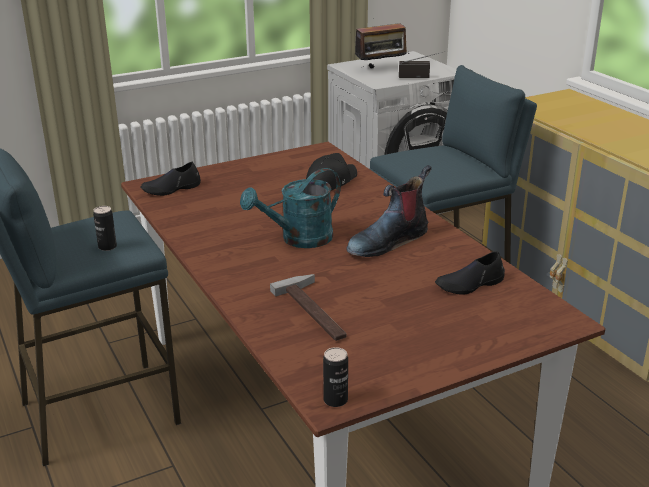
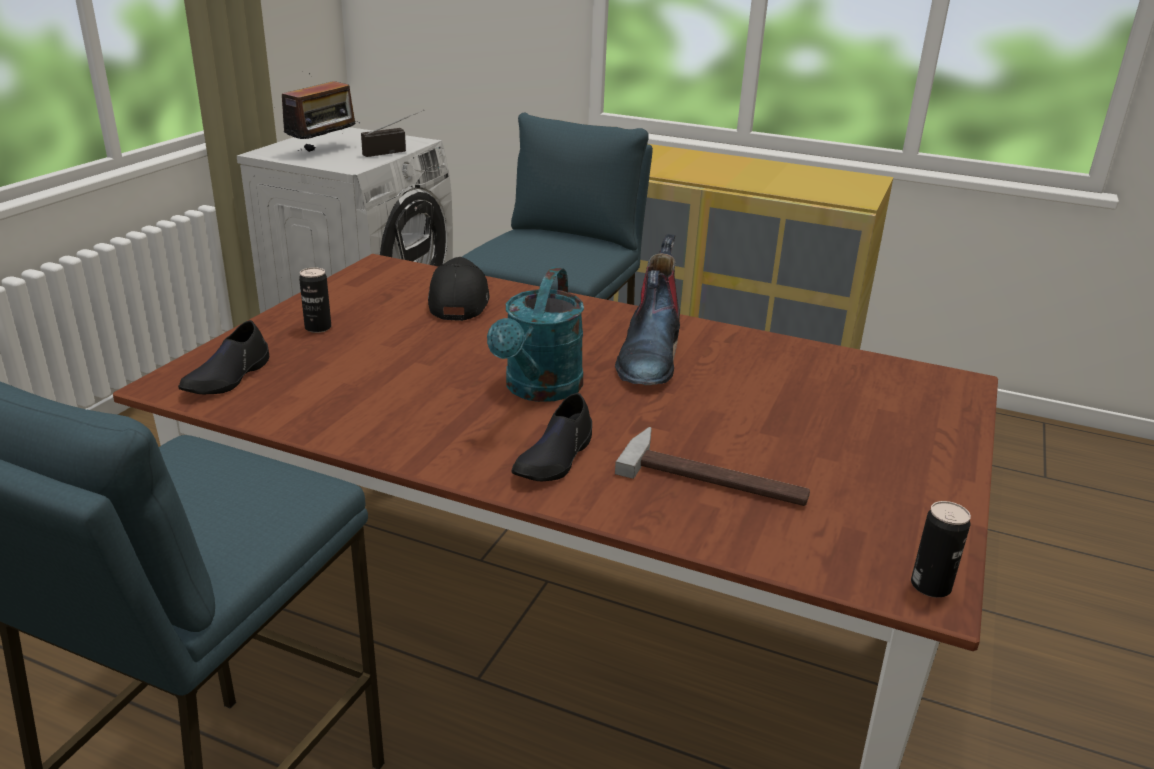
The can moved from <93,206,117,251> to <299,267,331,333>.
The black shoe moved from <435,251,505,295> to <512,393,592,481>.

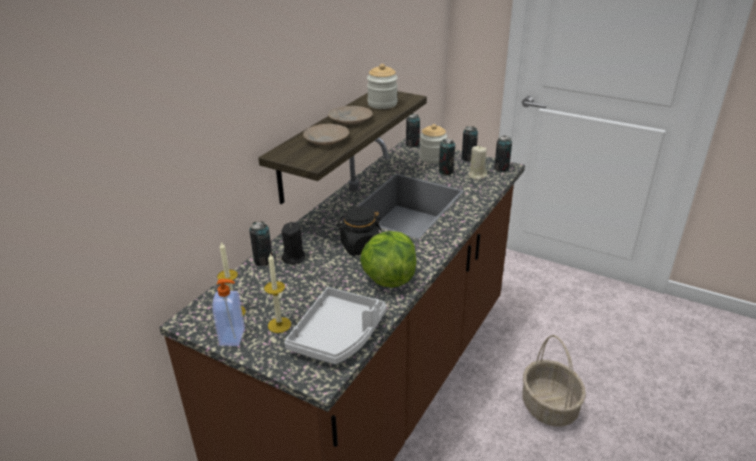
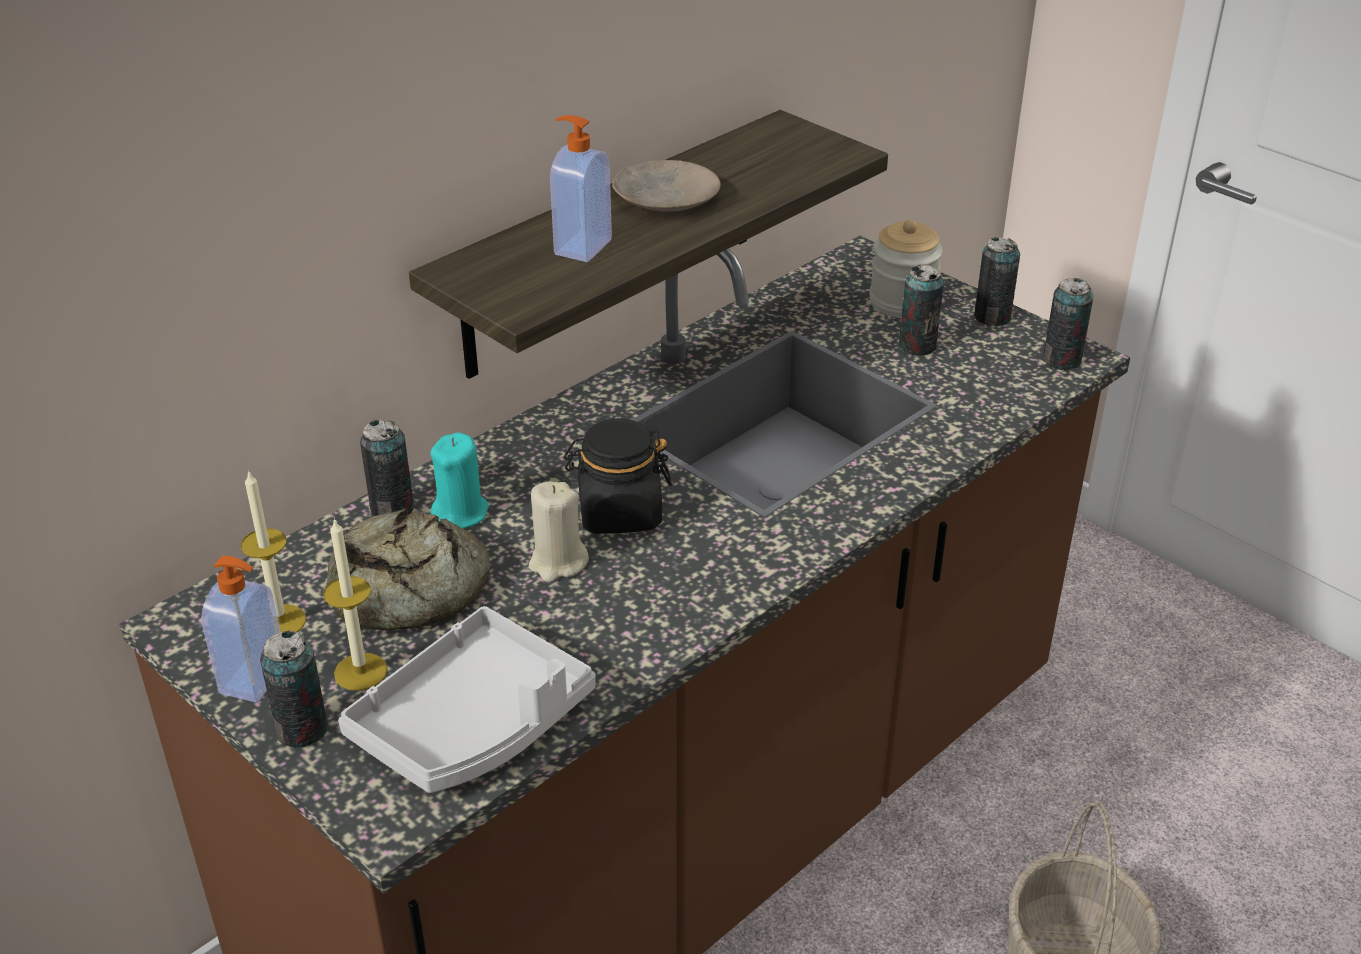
The lettuce at <360,231,417,288> disappeared.
The jar at <367,64,398,109> disappeared.
The bread at <327,508,490,631> appeared.
The can moved from <406,114,420,147> to <260,630,328,748>.
The beige candle moved from <468,146,487,180> to <529,482,589,582>.
The beige plate at <303,124,349,145> was replaced by the soap dispenser at <550,115,612,262>.
The black candle at <281,222,306,265> became the turquoise candle at <431,432,489,528>.

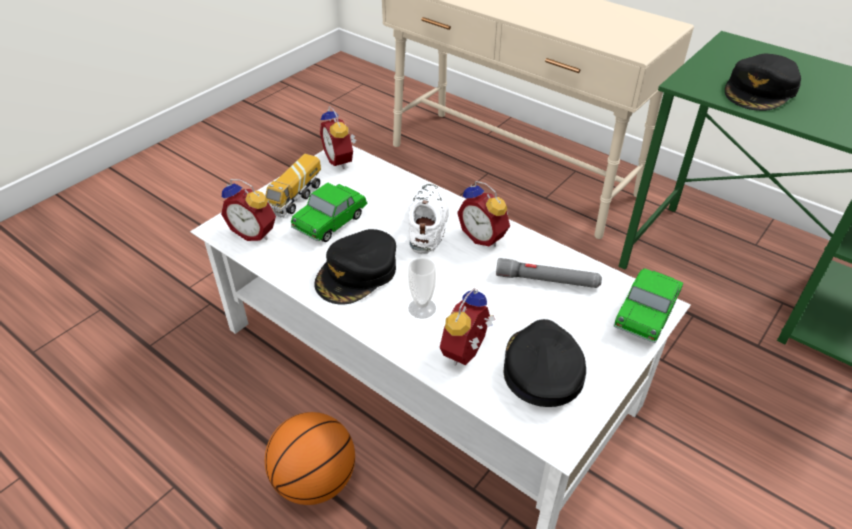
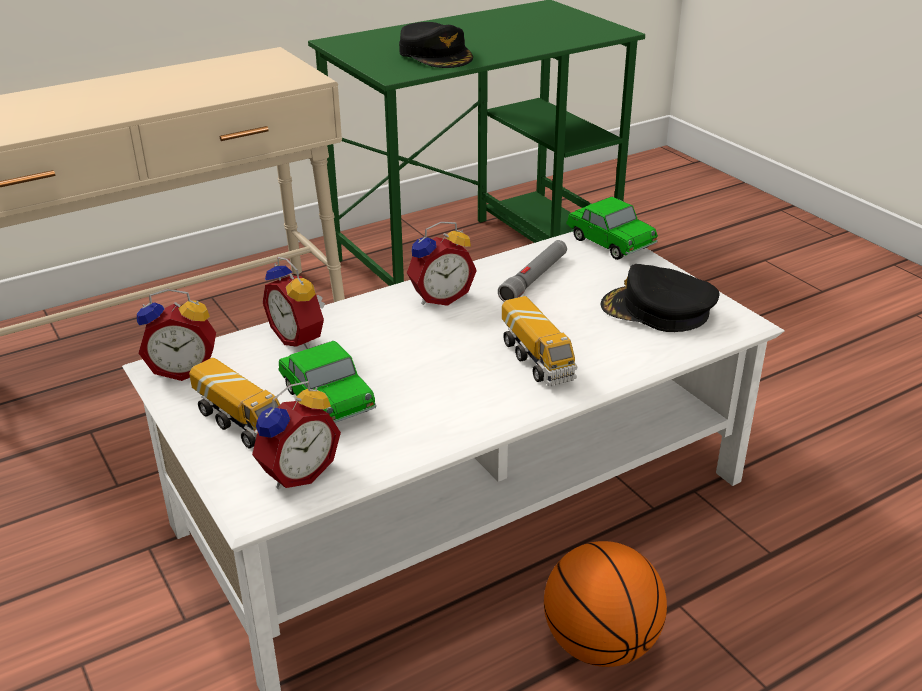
The black cap at <314,229,396,305> disappeared.
The white shoe at <408,184,449,254> disappeared.
The alarm clock moved from <440,288,495,366> to <263,257,325,349>.
The cup at <408,258,436,319> was replaced by the toy truck at <502,296,577,386>.

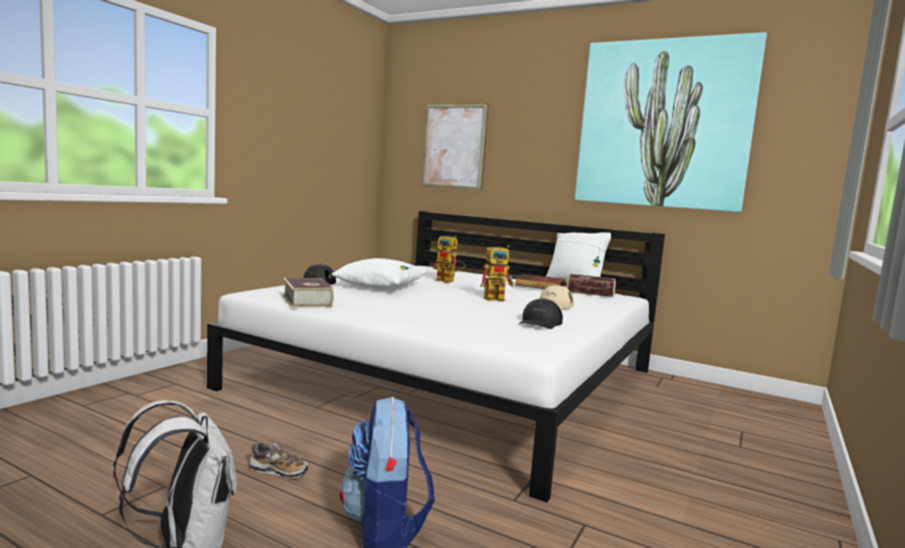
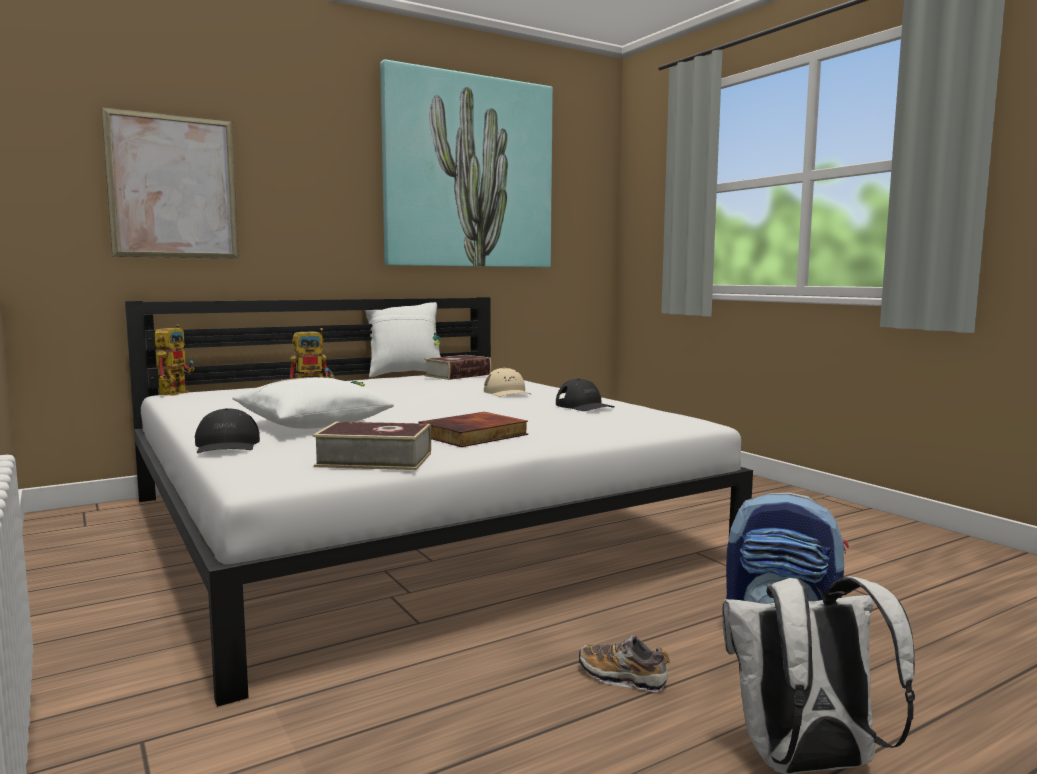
The toy robot moved from <480,245,514,301> to <155,324,194,396>.
The book moved from <515,274,564,289> to <418,412,528,447>.
The shoe at <249,442,310,479> turned 105 degrees counterclockwise.

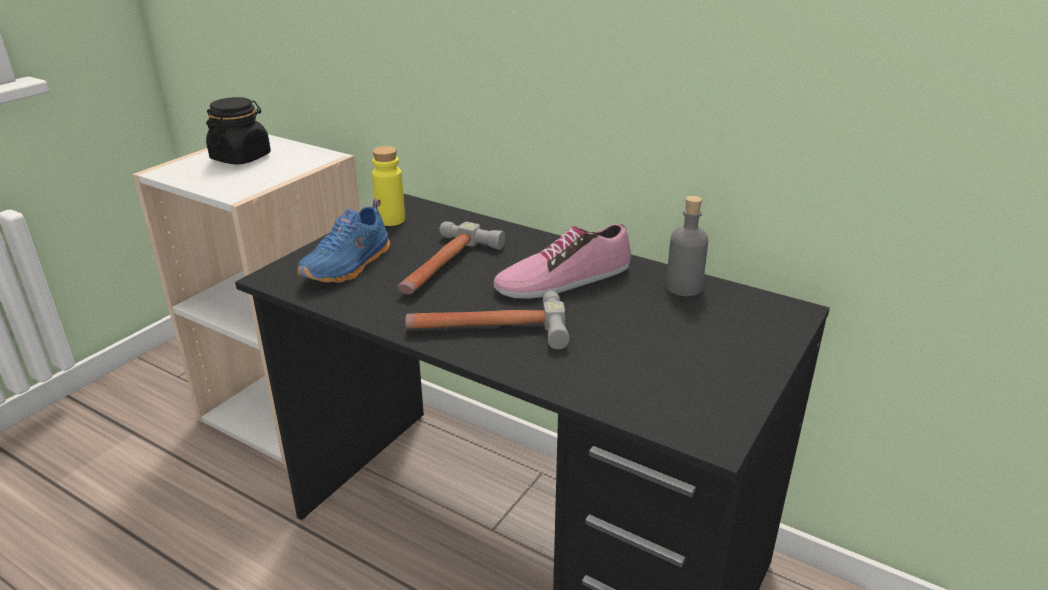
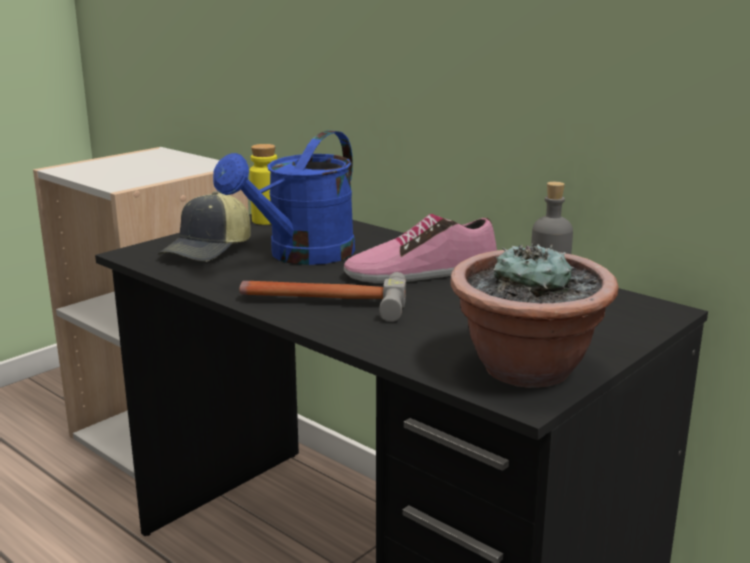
The black jar at <206,97,271,165> disappeared.
The potted plant at <450,241,619,388> appeared.
The blue shoe at <297,199,390,283> was replaced by the cap at <158,191,251,261>.
The hammer at <397,222,505,294> was replaced by the blue watering can at <213,130,355,265>.

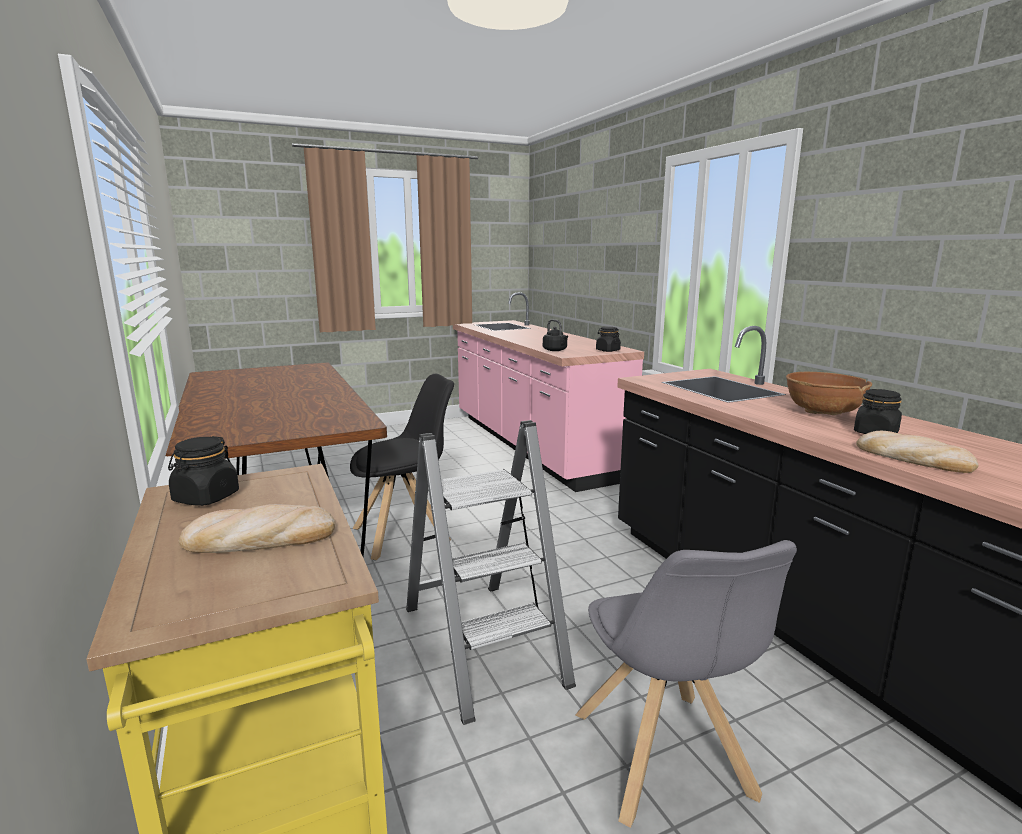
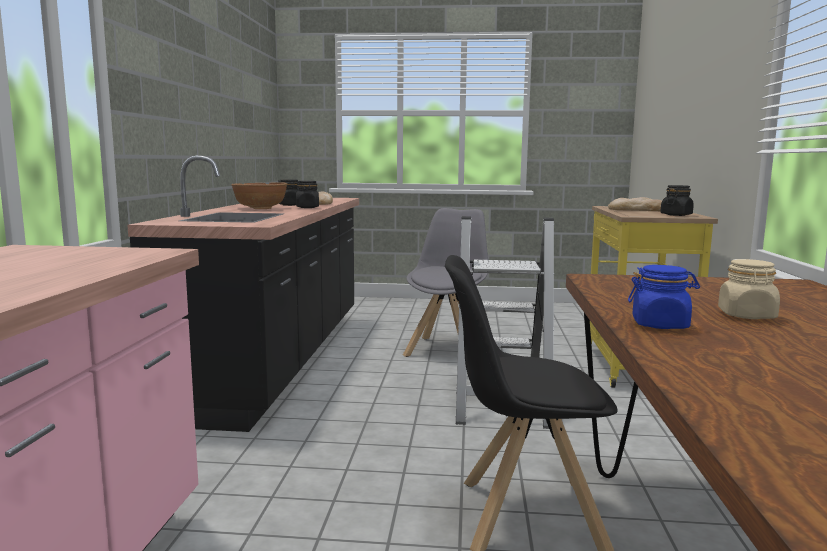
The black kettle at <543,319,568,351> disappeared.
The blue jar at <628,265,700,329> appeared.
The beige jar at <718,259,780,319> appeared.
The black jar moved from <596,327,621,352> to <296,181,319,208>.

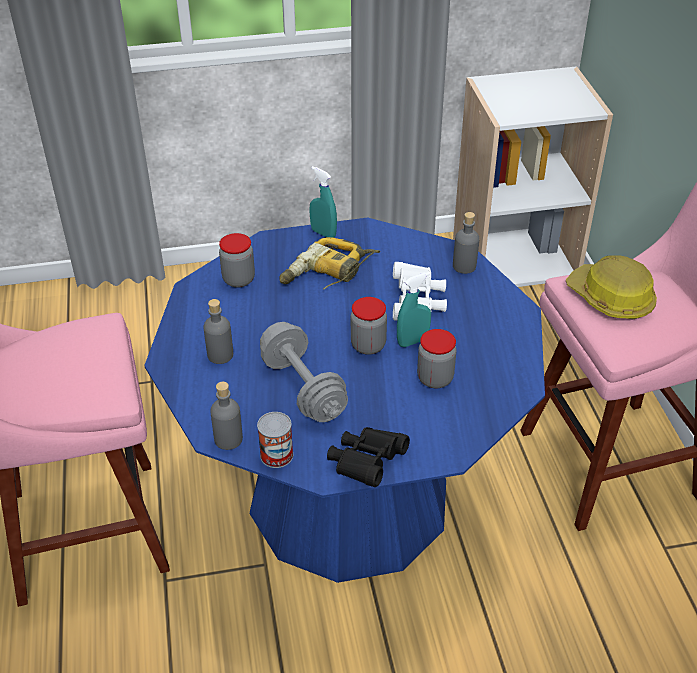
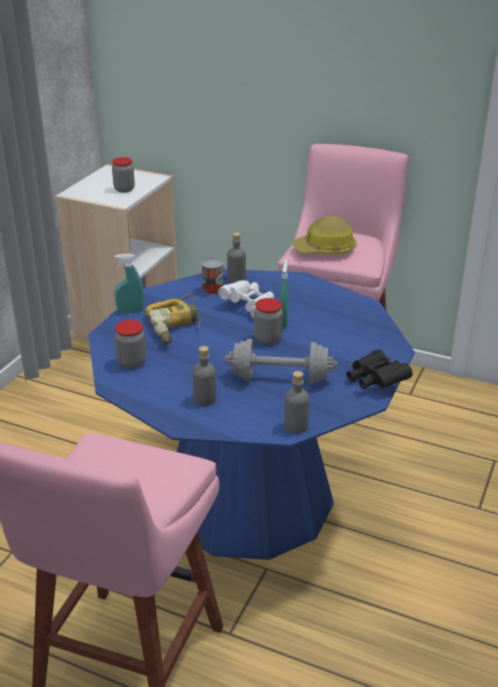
The can moved from <257,412,293,468> to <201,258,223,295>.
The jar moved from <417,329,456,388> to <112,157,135,193>.

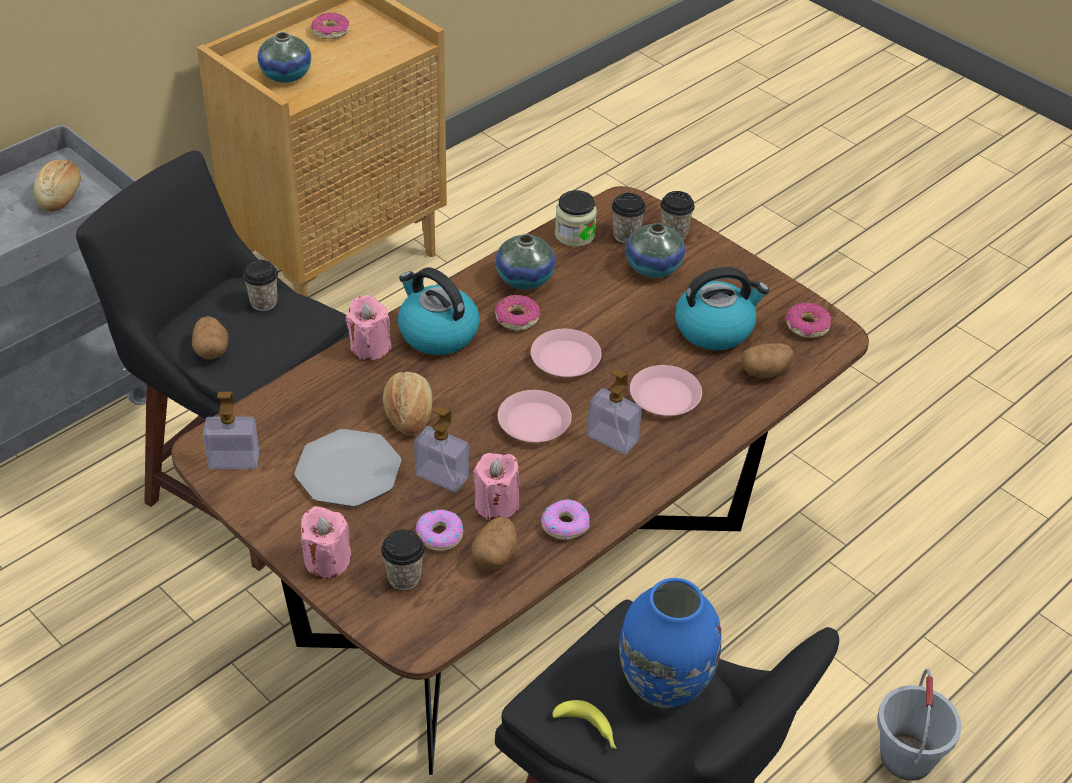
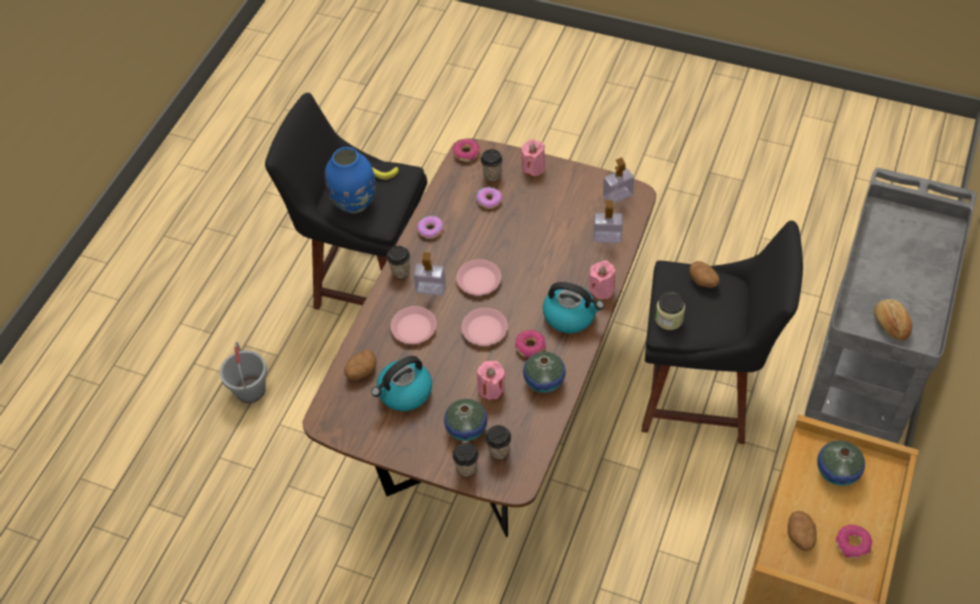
The plate at <295,429,402,507> disappeared.
The bread at <383,371,433,436> disappeared.
The cup moved from <243,260,278,311> to <387,246,410,278>.
The soap dispenser moved from <414,406,469,492> to <594,200,623,243>.
The potato moved from <472,516,518,569> to <788,511,817,551>.
The pink candle moved from <473,453,519,521> to <477,361,506,400>.
The jar moved from <555,190,597,247> to <655,292,685,330>.
The donut moved from <785,302,831,338> to <453,139,479,162>.

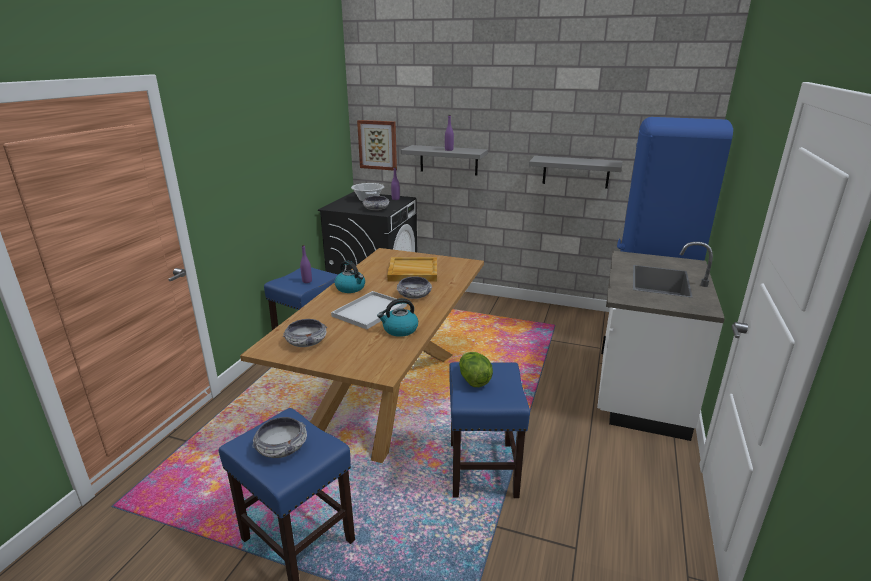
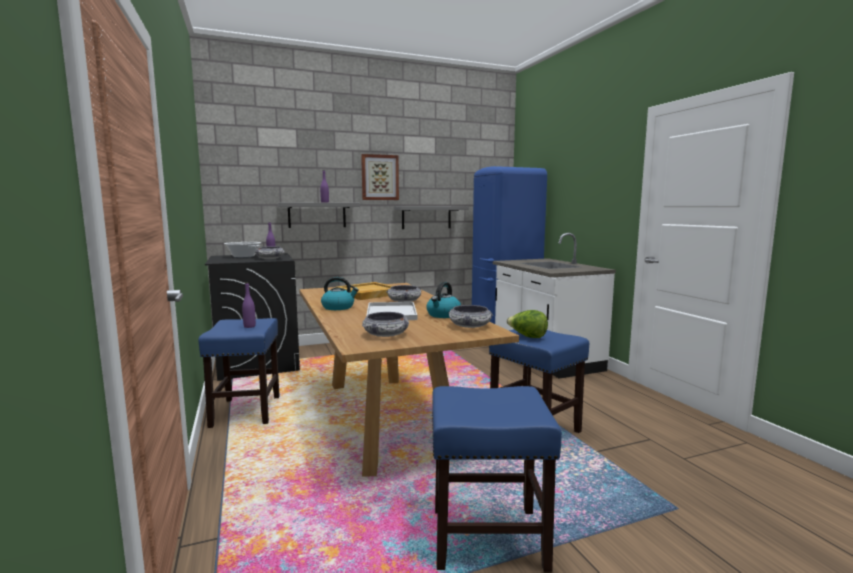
The bowl moved from <253,417,307,458> to <449,305,493,328>.
The picture moved from <357,120,397,171> to <361,154,399,200>.

